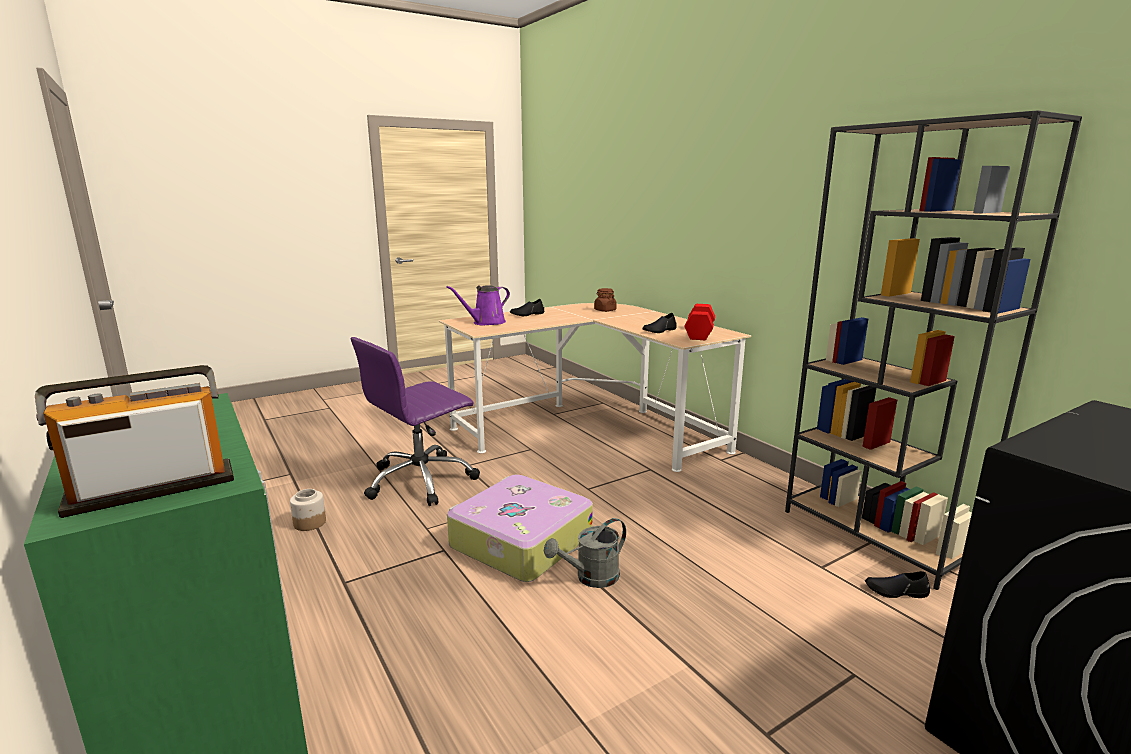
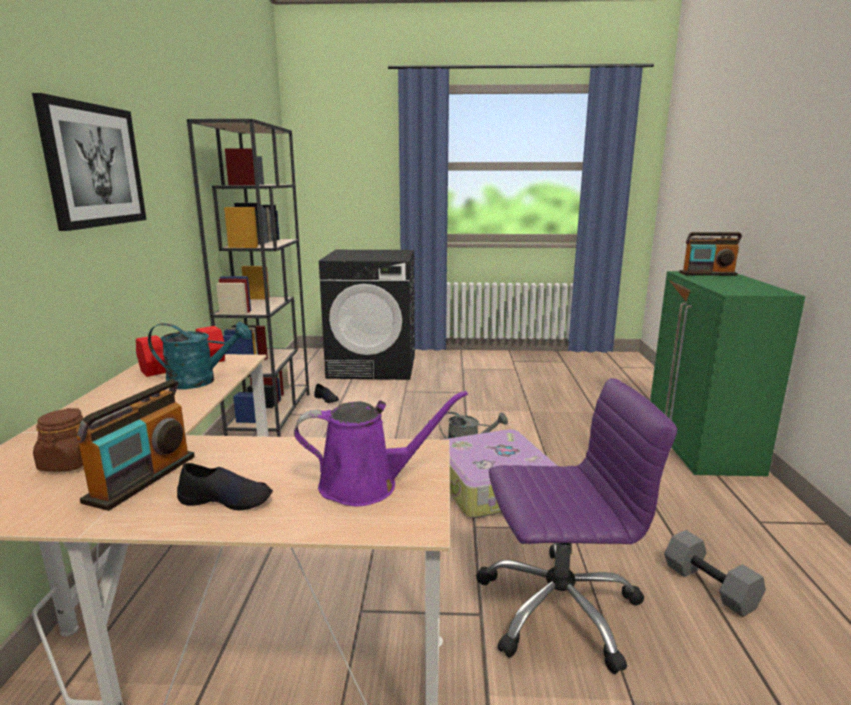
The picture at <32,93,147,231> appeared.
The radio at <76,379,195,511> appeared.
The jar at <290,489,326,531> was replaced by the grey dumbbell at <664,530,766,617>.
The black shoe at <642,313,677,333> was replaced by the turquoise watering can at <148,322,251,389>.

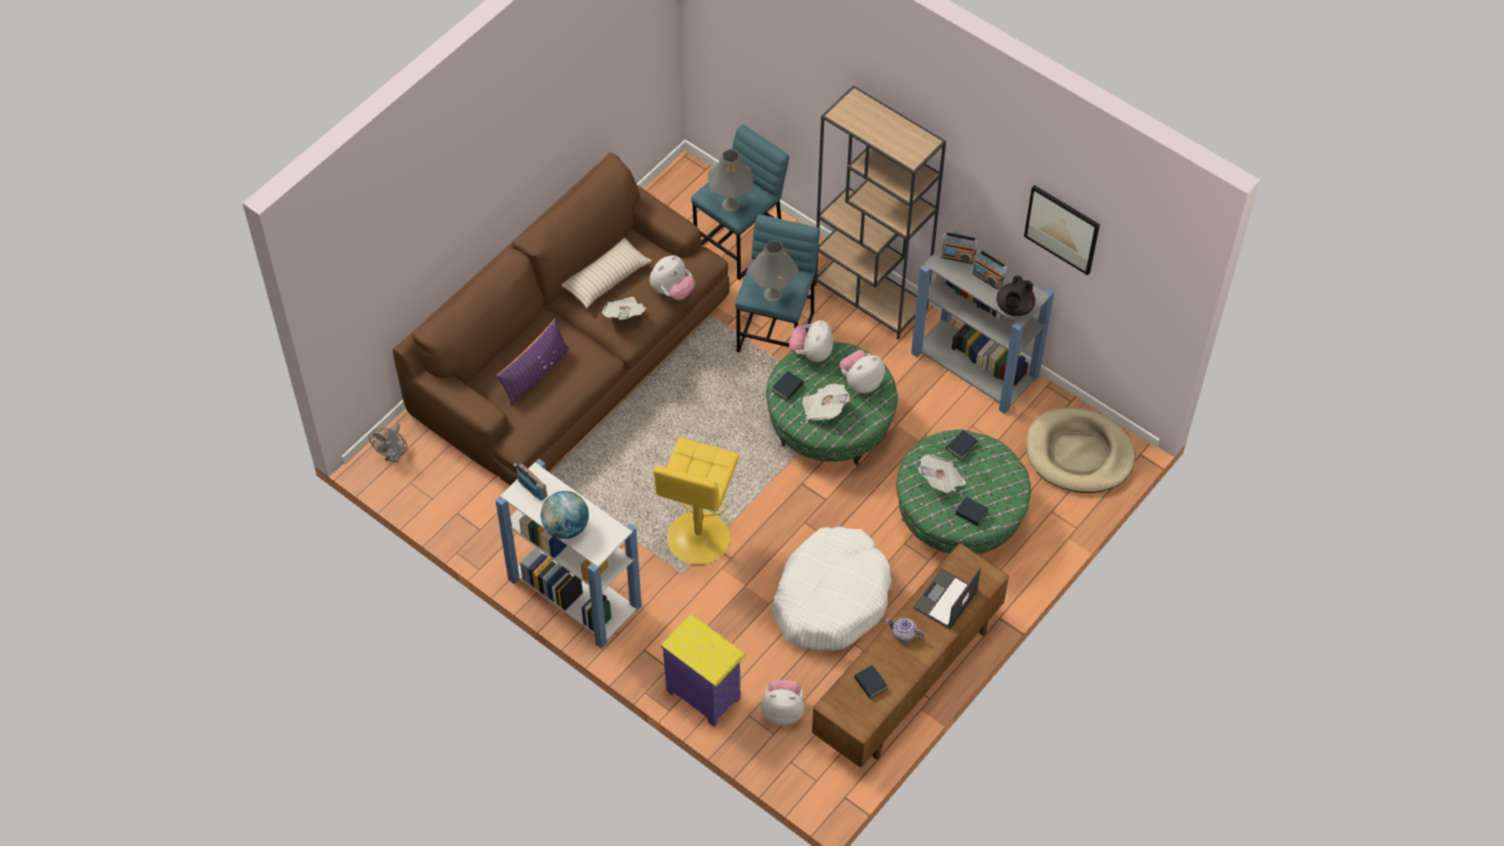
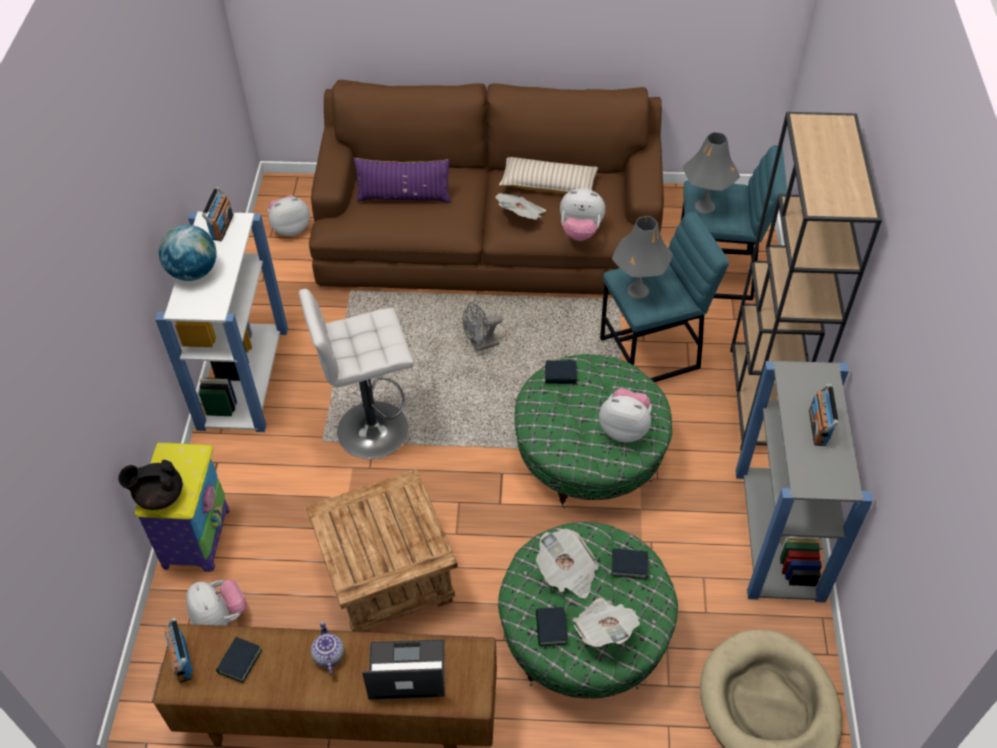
The picture at <1024,185,1100,275> disappeared.
The grey fan moved from <369,423,407,463> to <463,302,502,352>.
The plush toy moved from <789,320,833,362> to <268,195,310,236>.
The newspaper moved from <802,384,849,420> to <572,598,640,647>.
The radio moved from <941,232,978,264> to <165,618,193,683>.
The black teapot moved from <997,276,1035,316> to <118,460,183,510>.
The white dog bed at <772,526,892,651> was replaced by the brown side table at <306,469,458,632>.
The yellow stool at <653,437,739,565> became the white stool at <299,289,414,459>.

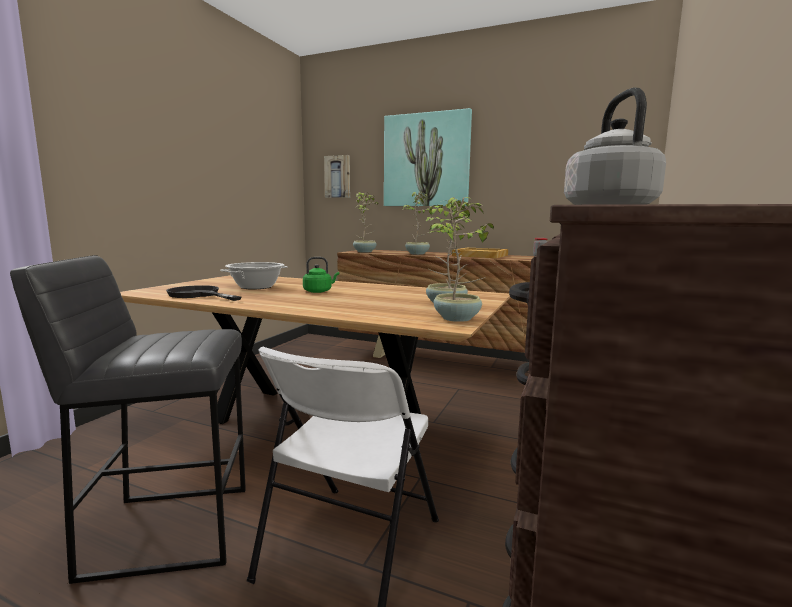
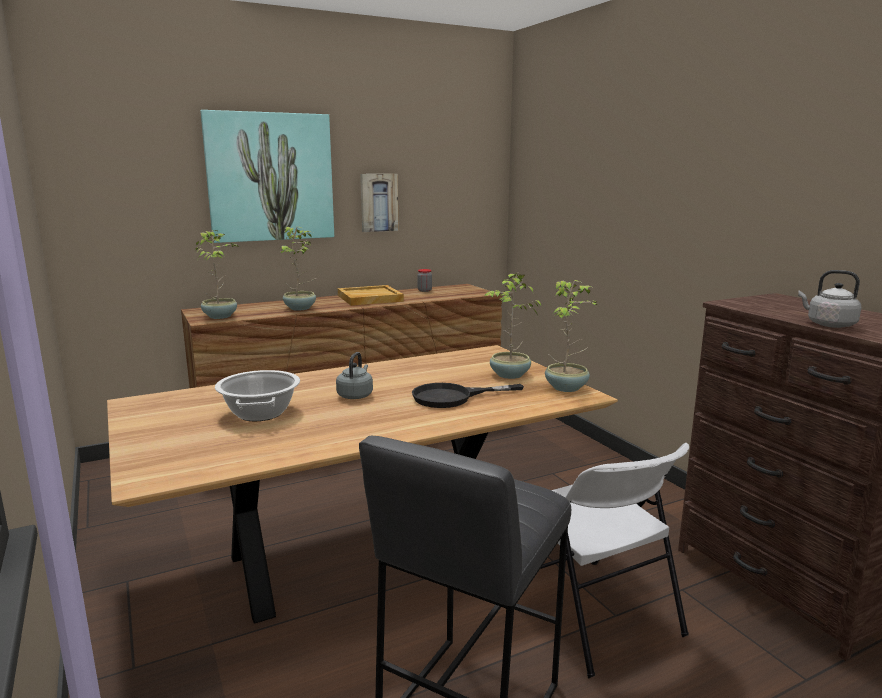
The black frying pan moved from <166,285,242,301> to <412,383,524,408>.
The picture moved from <324,155,350,198> to <360,174,399,232>.
The green kettle at <303,257,339,293> became the grey kettle at <336,352,373,399>.

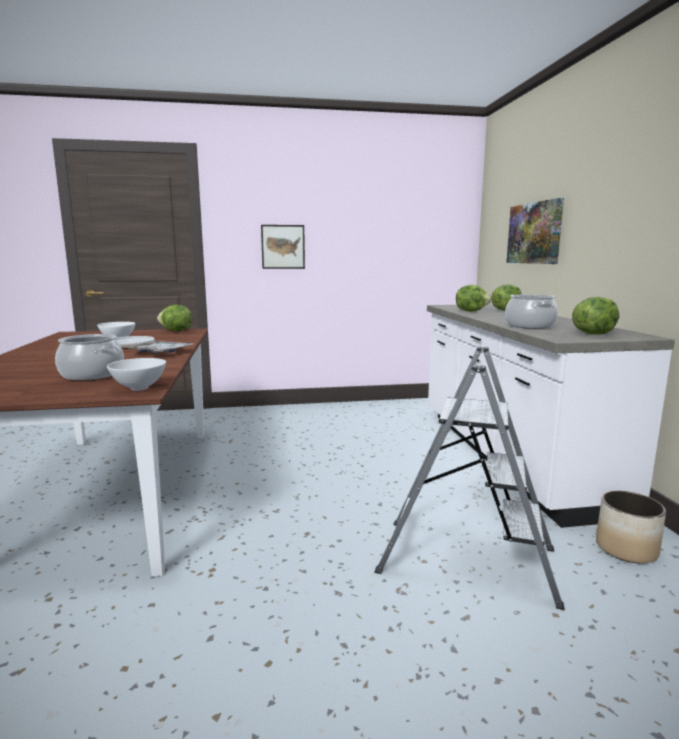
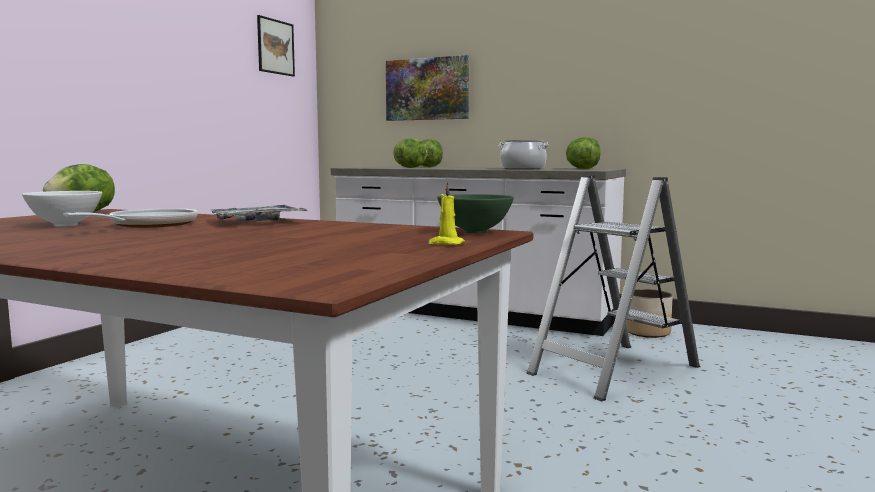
The cooking pot at <55,334,124,380> disappeared.
The yellow candle at <428,182,465,245> appeared.
The picture moved from <261,225,305,269> to <257,15,295,76>.
The white bowl at <107,358,166,391> became the green bowl at <437,194,514,234>.

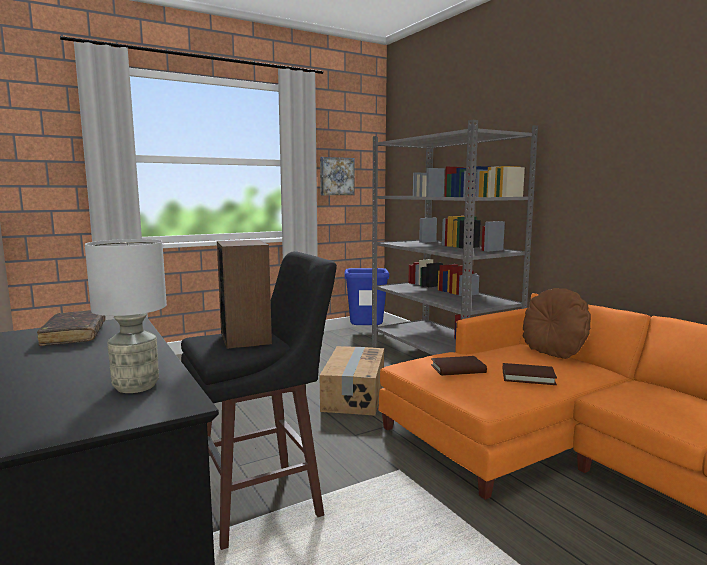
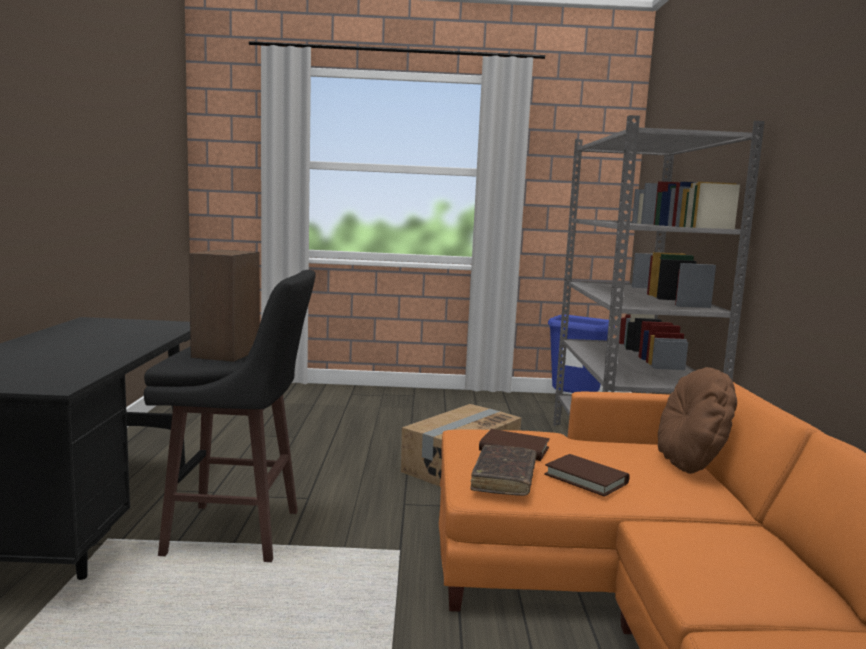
The grey table lamp at <85,239,167,393> disappeared.
The picture at <320,157,355,195> disappeared.
The brown book moved from <37,310,105,346> to <470,445,536,496>.

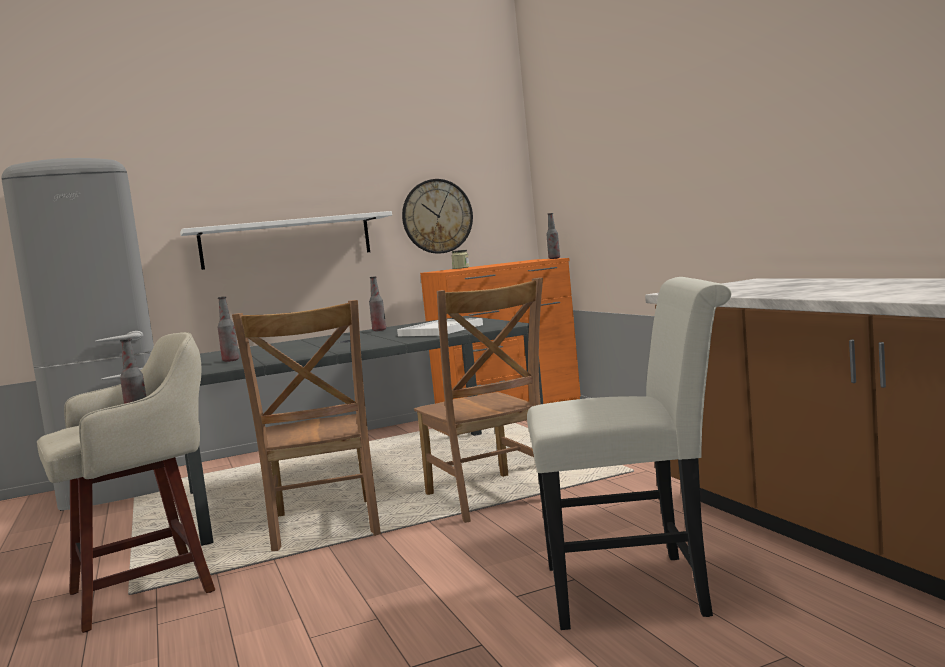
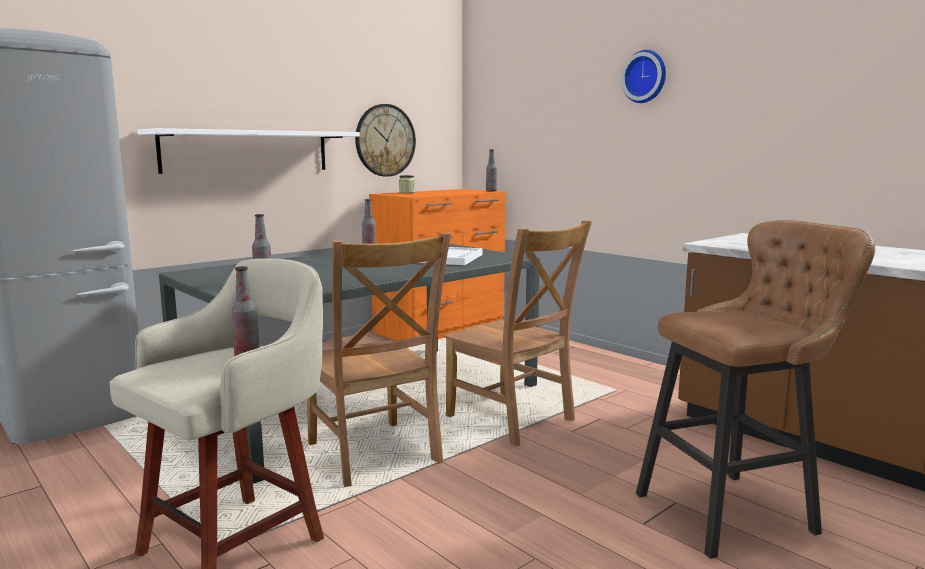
The wall clock at <621,50,666,103> appeared.
The white chair at <527,277,732,630> was replaced by the brown stool at <636,220,875,559>.

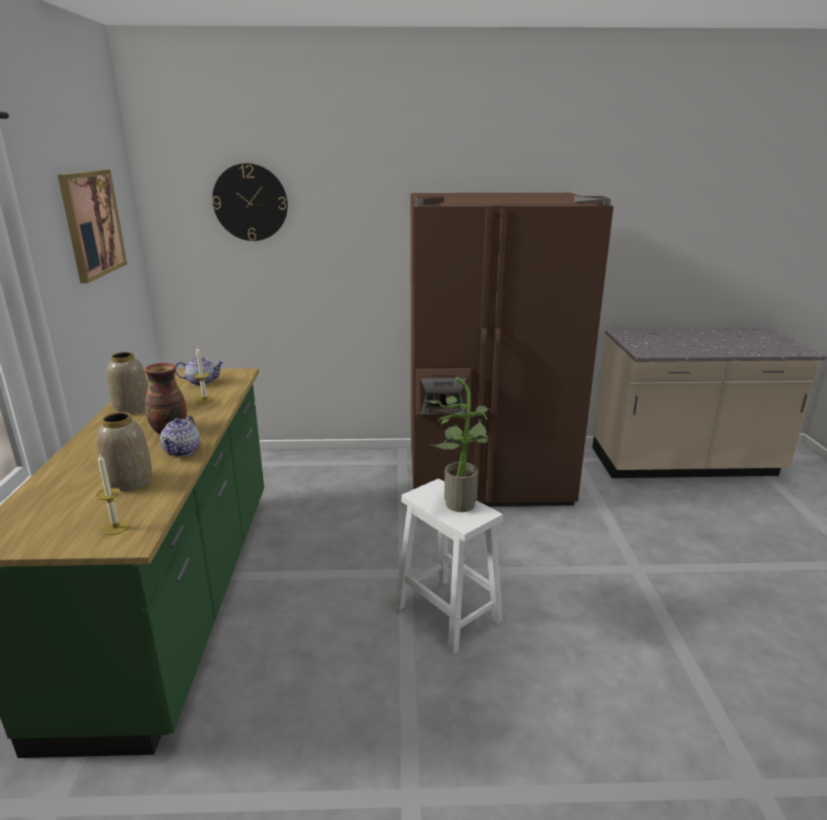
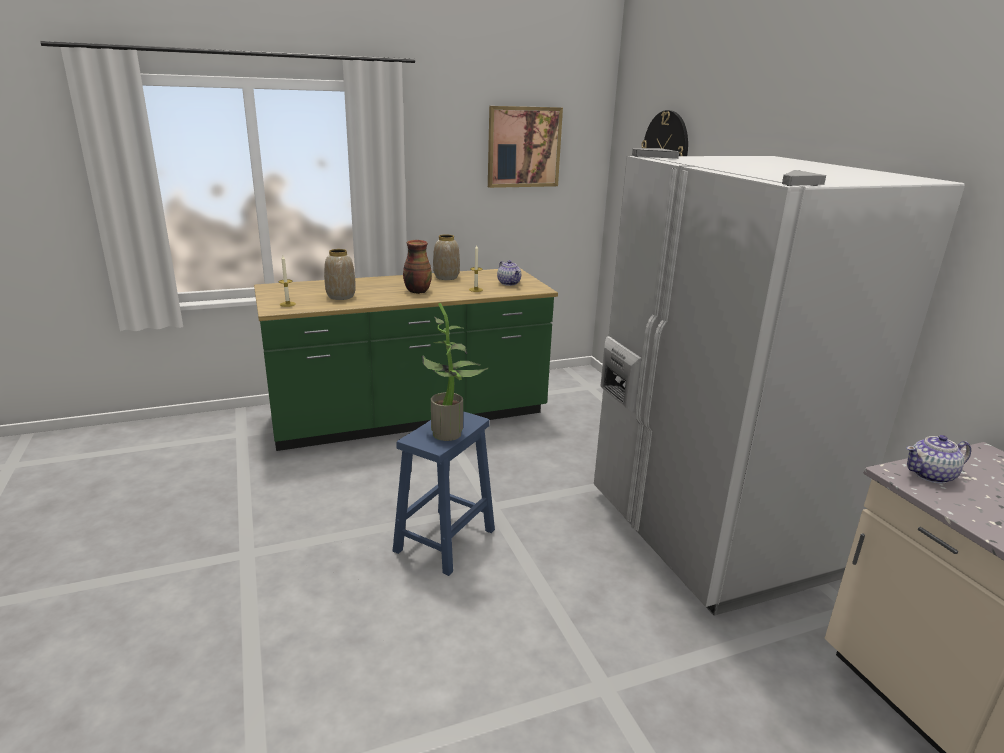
The teapot moved from <160,415,200,457> to <906,435,971,484>.
The white stool at <395,479,503,654> became the blue stool at <393,411,495,576>.
The brown fridge at <410,193,614,507> became the white fridge at <594,148,965,616>.

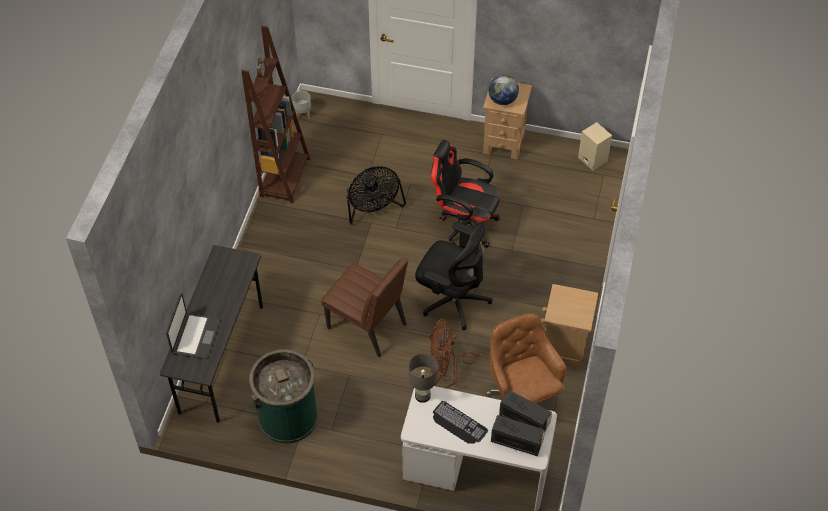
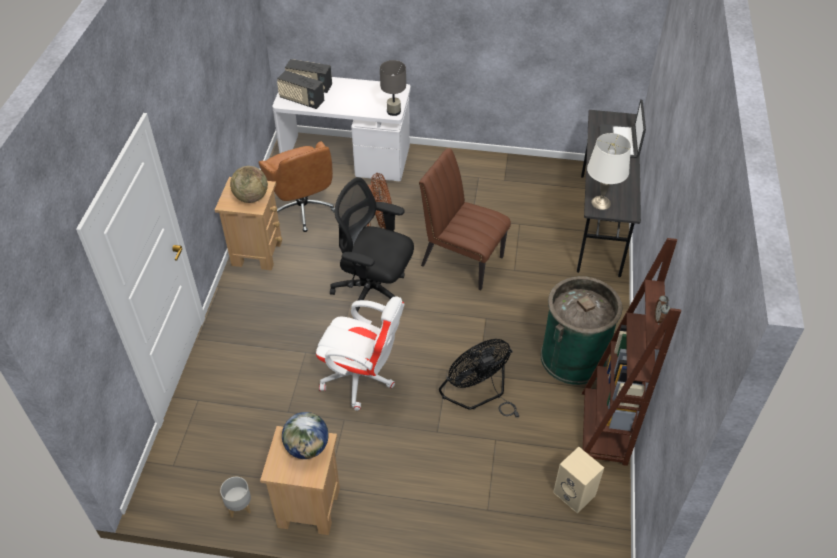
The keyboard at <433,401,488,444> disappeared.
The globe at <230,166,268,203> appeared.
The white table lamp at <587,133,631,210> appeared.
The green trash can moved from <249,349,318,443> to <540,276,622,385>.
The grey planter moved from <292,91,311,119> to <220,477,251,517>.
The beige speaker moved from <578,122,612,171> to <553,447,604,514>.
The black office chair at <431,140,501,248> became the white office chair at <316,296,404,411>.

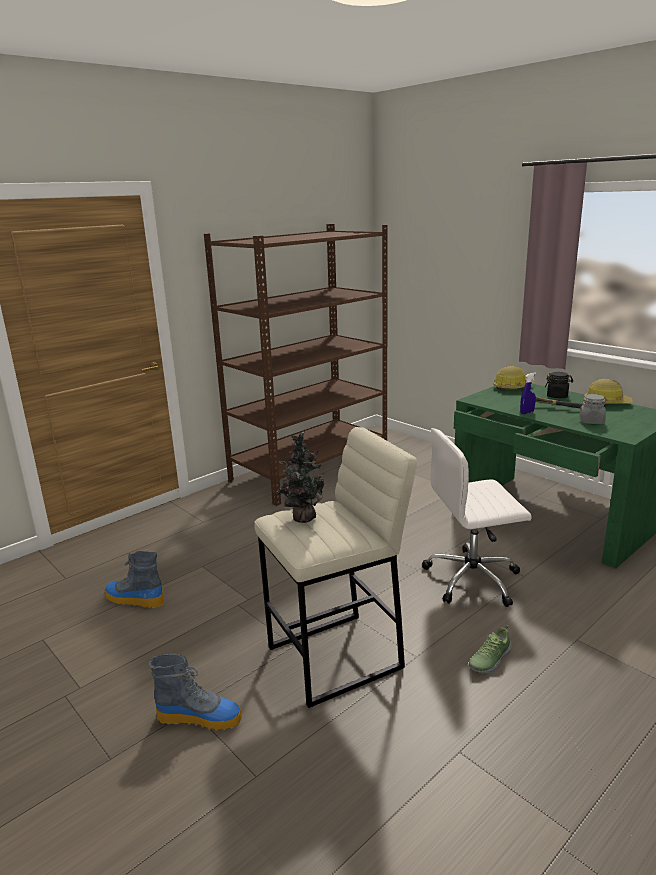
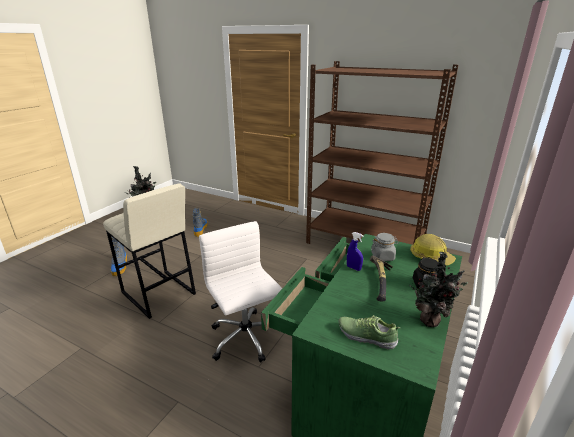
The shoe moved from <469,626,512,673> to <339,315,400,350>.
The grey jar moved from <579,394,606,424> to <371,233,399,261>.
The hard hat at <584,379,633,404> was replaced by the potted plant at <409,252,468,327>.

